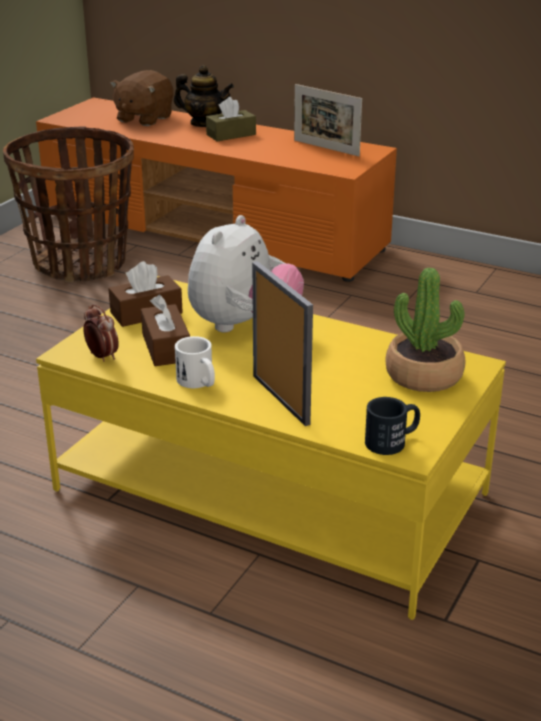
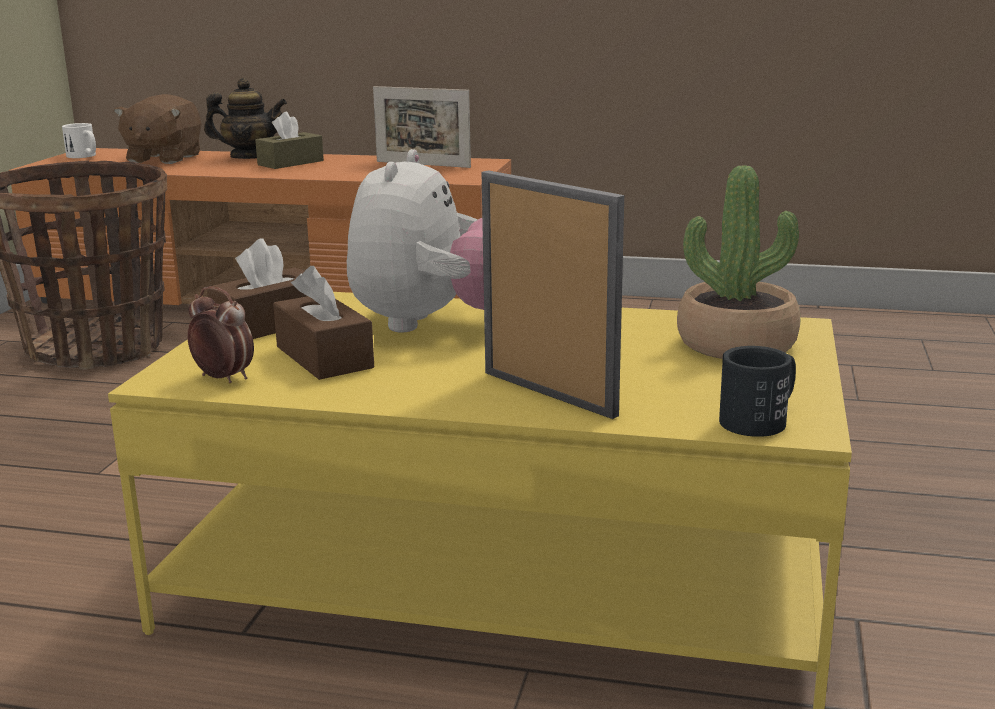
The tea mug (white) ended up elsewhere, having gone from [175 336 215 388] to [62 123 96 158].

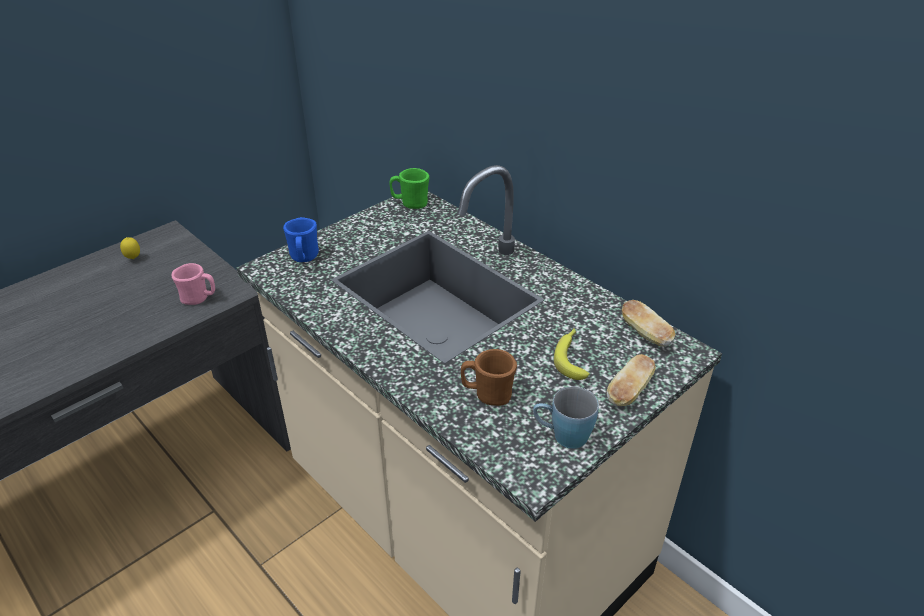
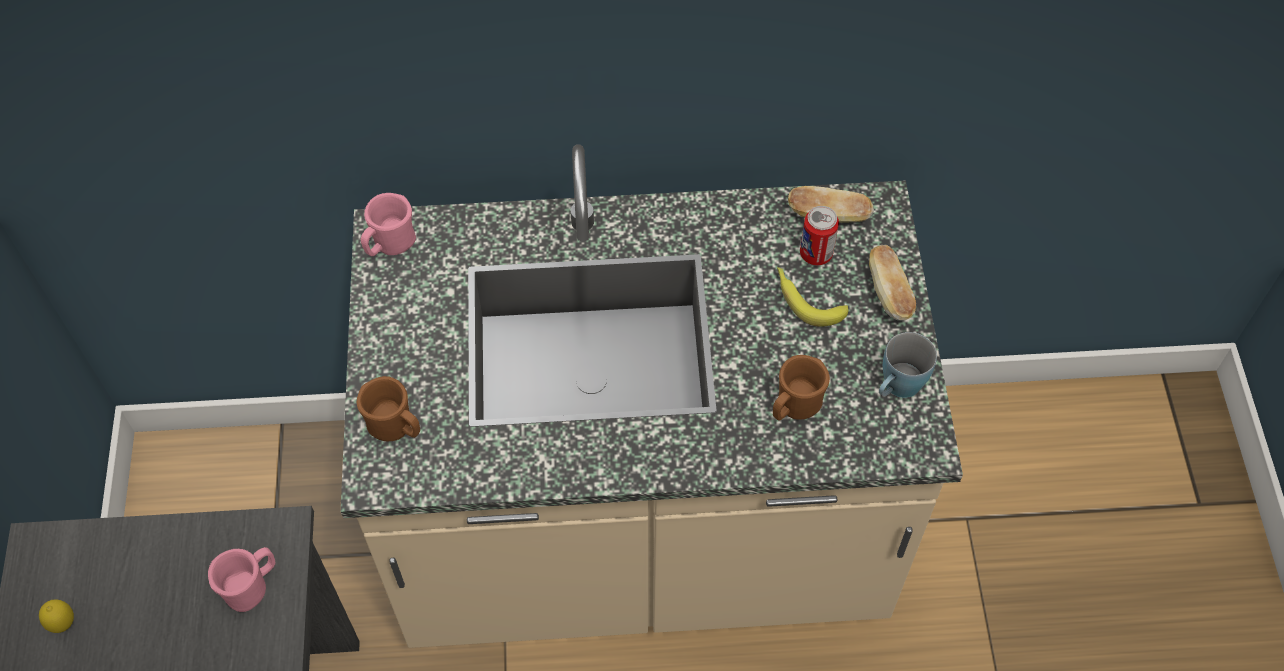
What was the tea mug (blue-coloured) at [283 217 319 262] turned into the tea mug (brown-coloured) at [357 376 420 442].
What was the tea mug (greenish) at [390 168 429 209] turned into the tea mug (pinkish) at [361 193 416 256].
The second view gained the can at [800 206 839 265].

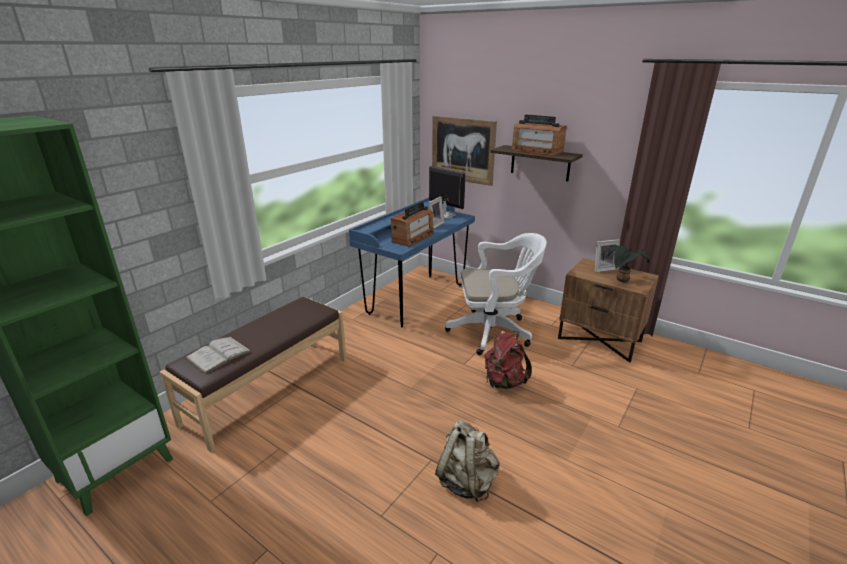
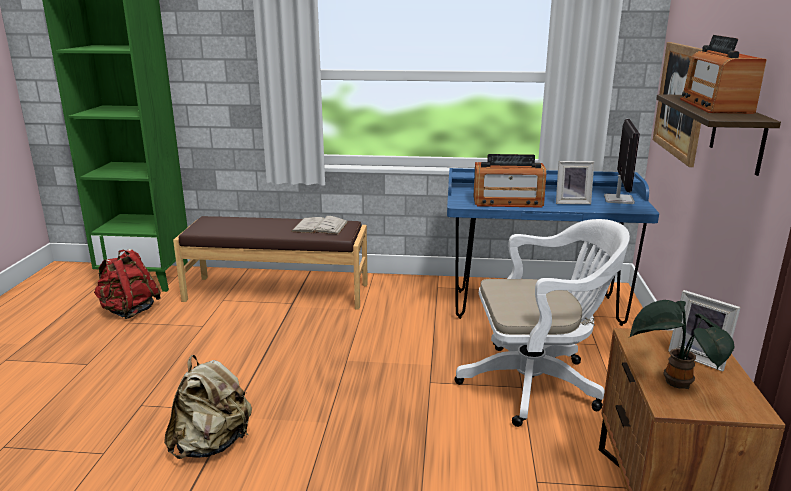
The bound book (white) ended up elsewhere, having gone from [185 337 252 375] to [291 216 348 235].
The desk chair (white) at [445 233 547 355] ended up facing another way, 60 degrees counterclockwise from before.
The knapsack (red) ended up elsewhere, having gone from [485 331 532 389] to [94 249 161 319].

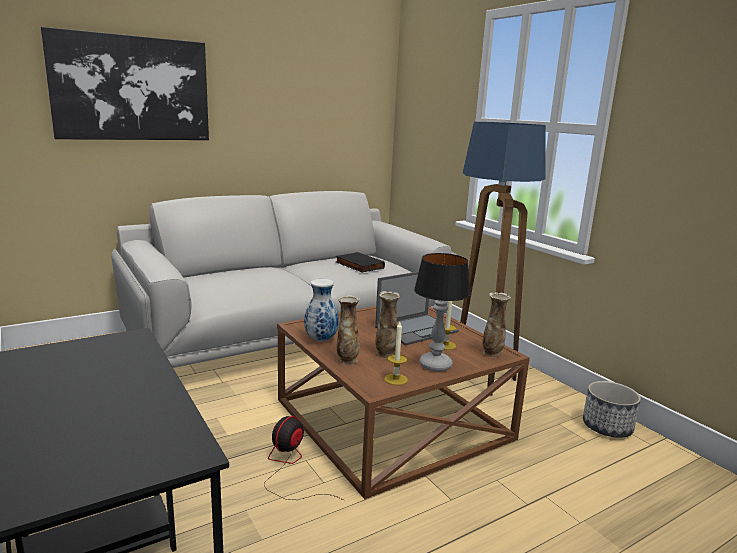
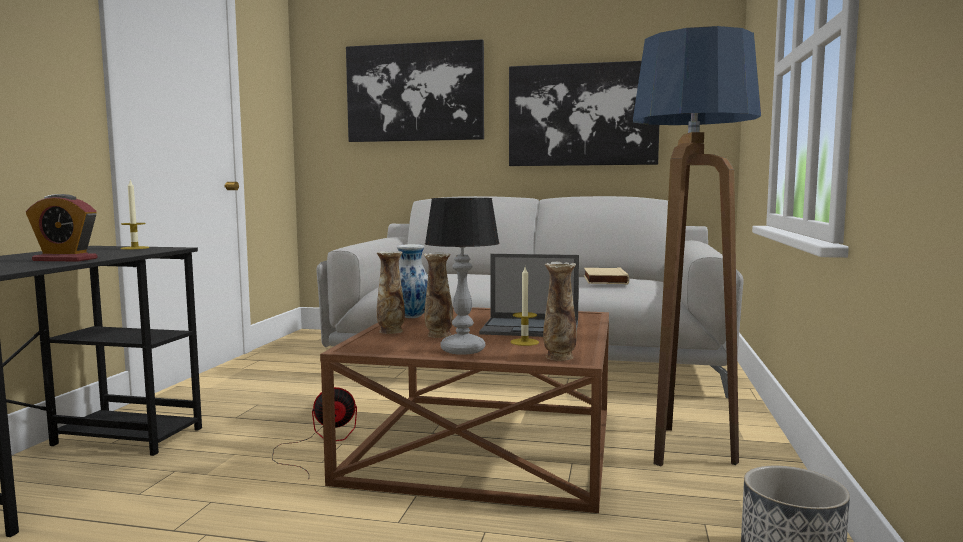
What was the bound book (black) at [336 252 385 272] turned into the bound book (beige) at [584 267 629 284].
The wax light ended up elsewhere, having gone from [384 322 408 385] to [121 181 149 250].
The second view gained the bedside clock at [26 194 98 262].
The second view gained the wall picture at [509 61 659 166].

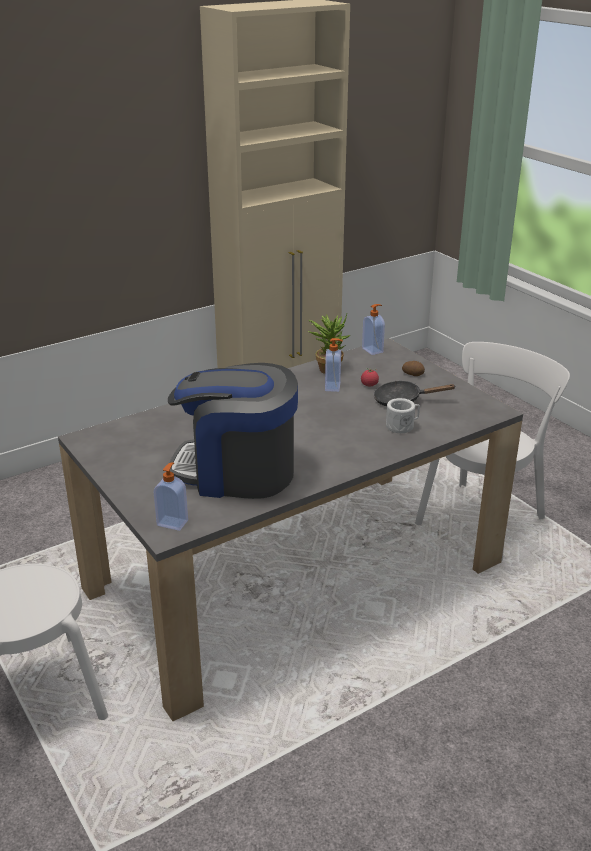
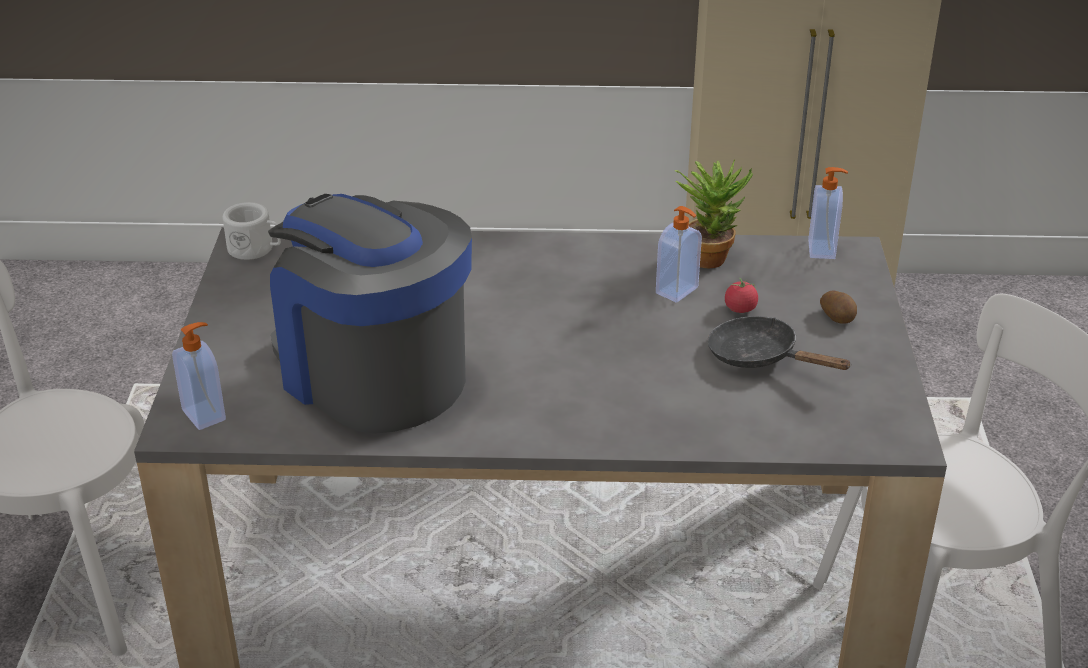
The tea mug (white) ended up elsewhere, having gone from [386 398 420 433] to [223 202 281 260].

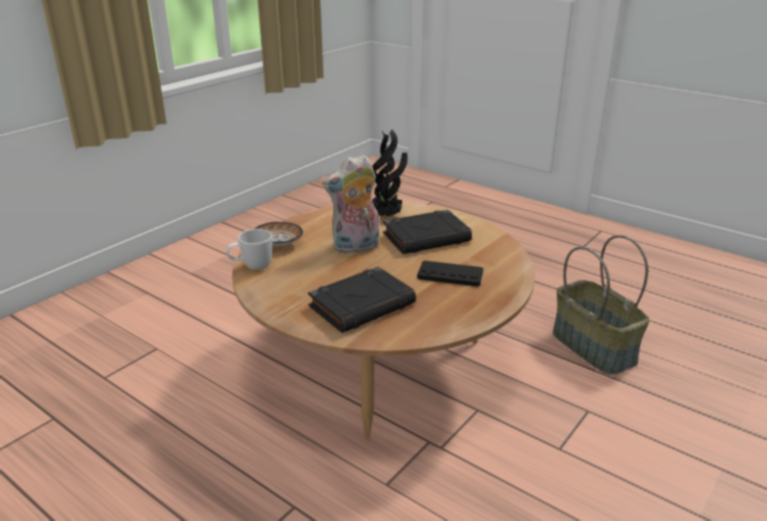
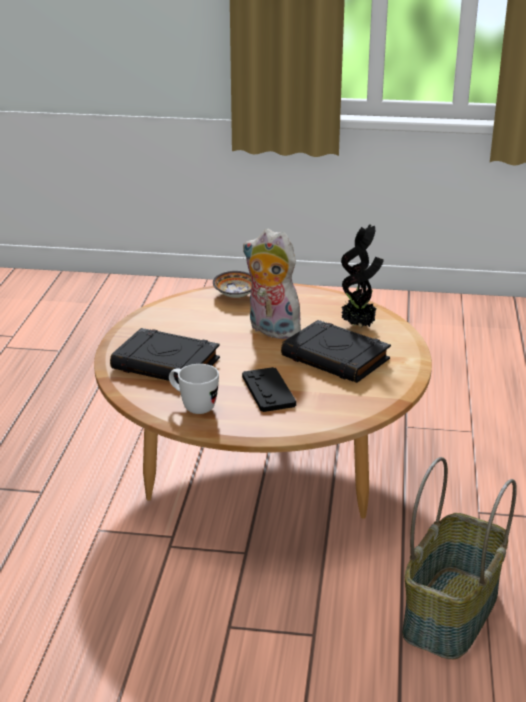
The tea mug (white) ended up elsewhere, having gone from [226 229 272 270] to [169 364 219 414].

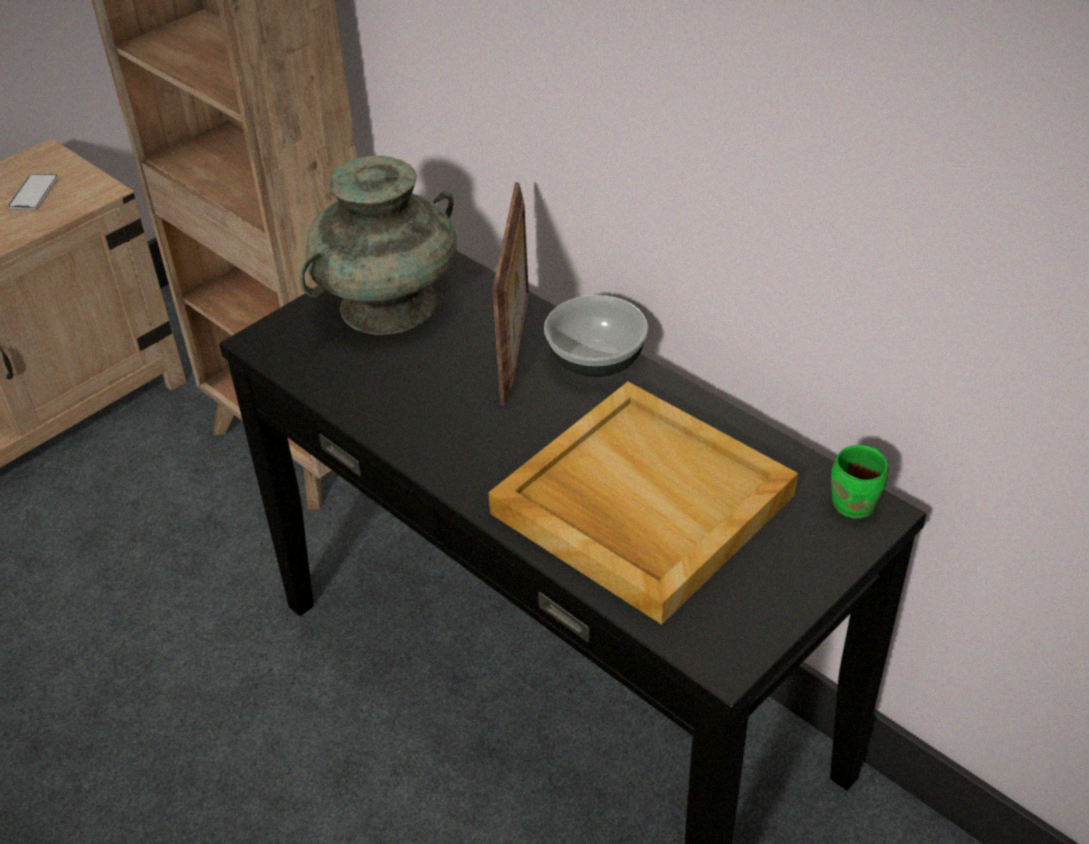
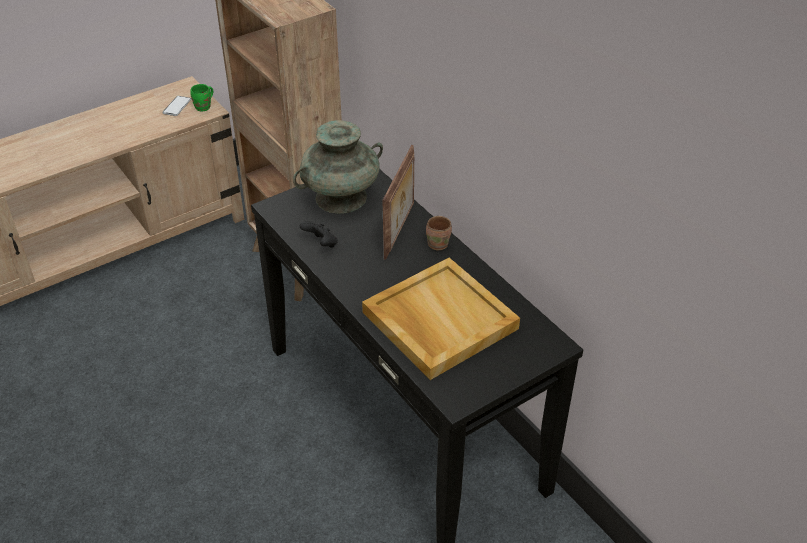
Where the deep dish stood at [544 295 648 377], the tea mug (brown-coloured) came to stand at [426 216 452 250].
The tea mug (greenish) ended up elsewhere, having gone from [831 445 889 519] to [190 84 213 111].
The second view gained the joypad (black) at [300 221 338 247].

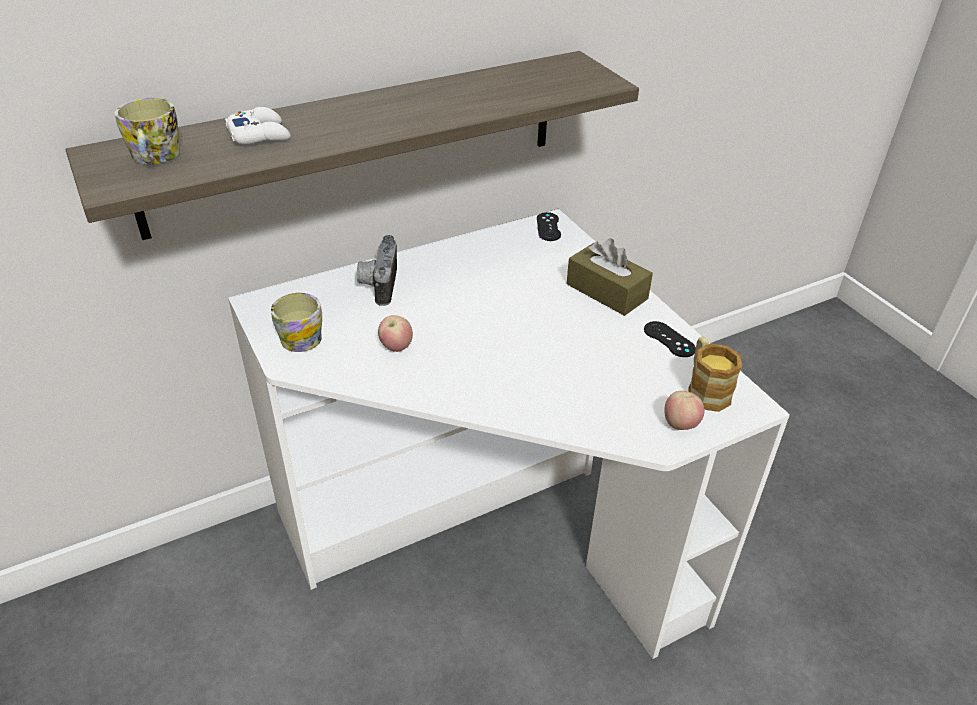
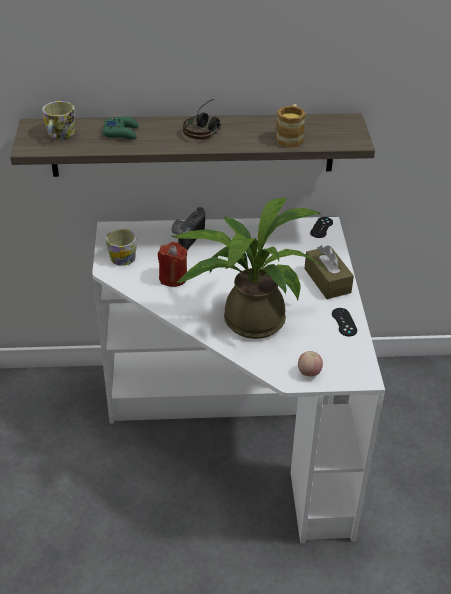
What was the joypad (white) at [225 107 291 144] turned into the joypad (greenish) at [103 116 139 139].
Where the apple stood at [378 315 413 352], the wax light (red) came to stand at [158 242 187 287].
The tea mug ended up elsewhere, having gone from [689 337 742 412] to [276 104 306 148].
The second view gained the houseplant at [172 198 325 339].
The second view gained the headphones at [183 99 221 140].

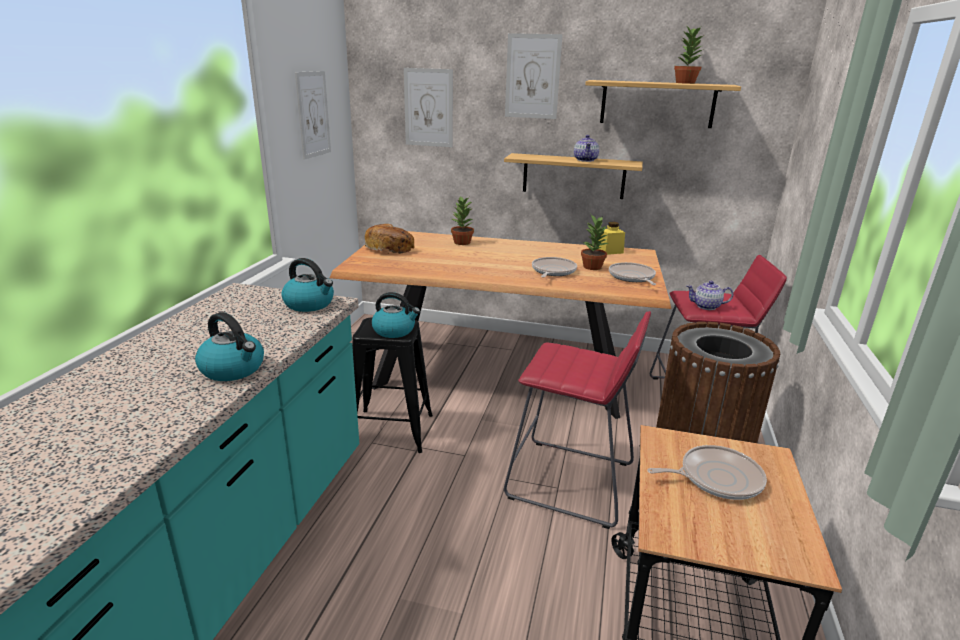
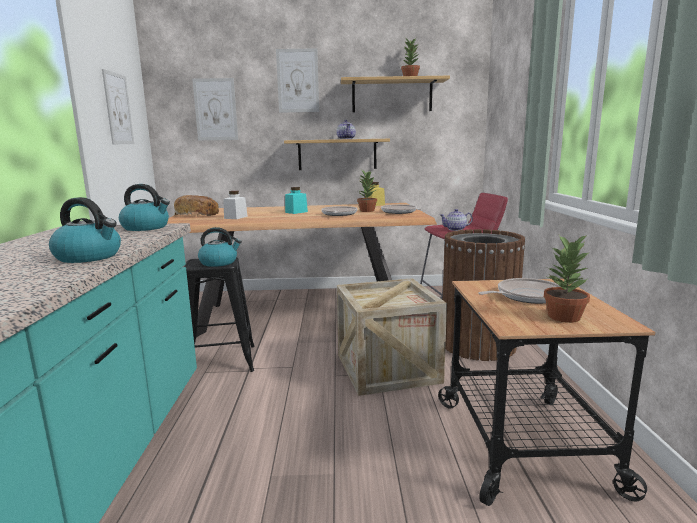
The houseplant ended up elsewhere, having gone from [450 196 474 245] to [544 234 590 323].
Where the sitting stool (red) stood at [504 311 651 529], the crate came to stand at [337 278 447 396].
The second view gained the storage jar (white) at [223 191 248 219].
The second view gained the storage jar (turquoise-coloured) at [285 187 308 214].

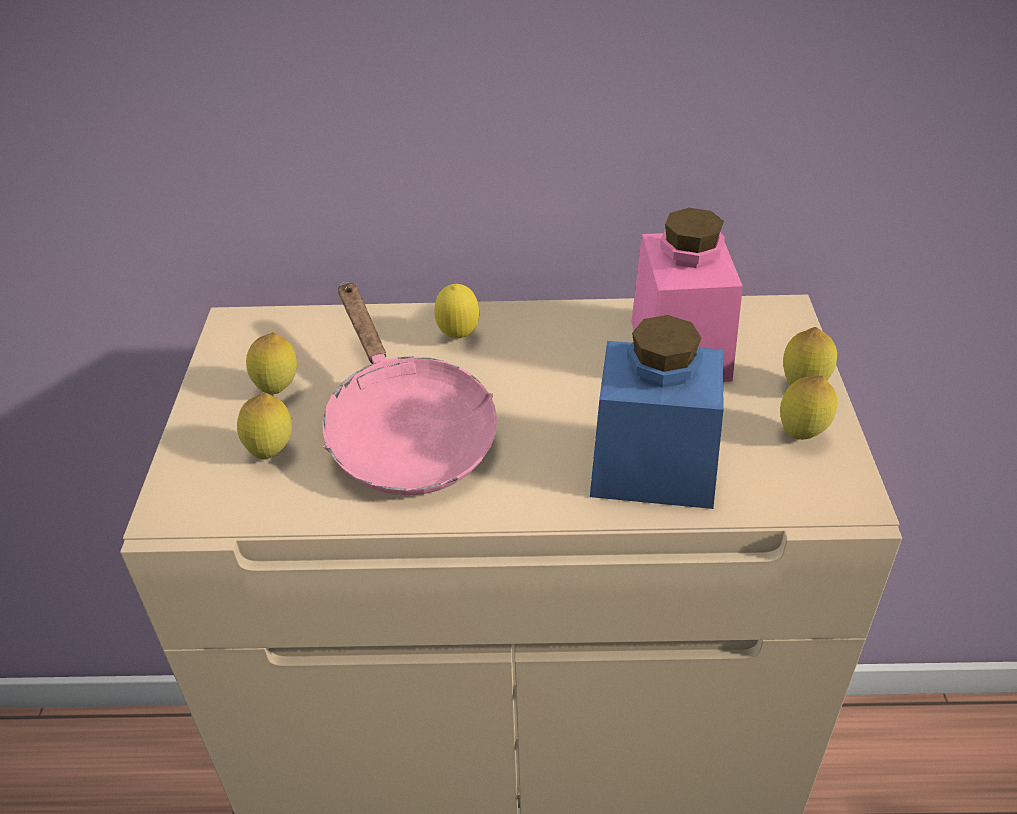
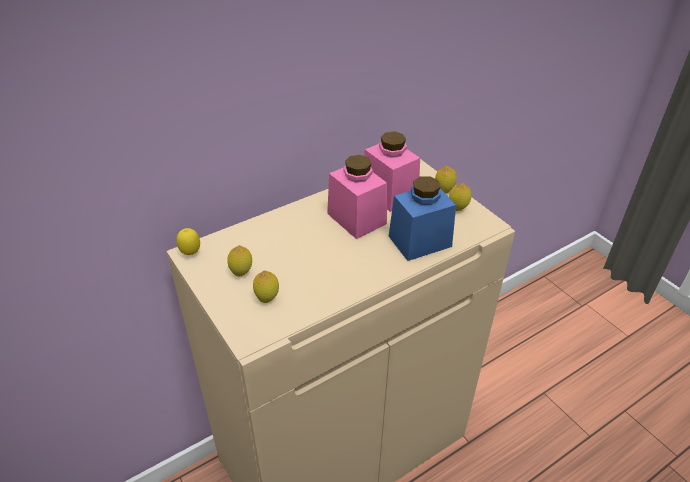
The second view lost the frying pan (pinkish) at [323 282 497 495].
The whole lemon ended up elsewhere, having gone from [434 284 479 339] to [177 228 200 255].
The second view gained the storage jar (pinkish) at [327 155 387 239].

